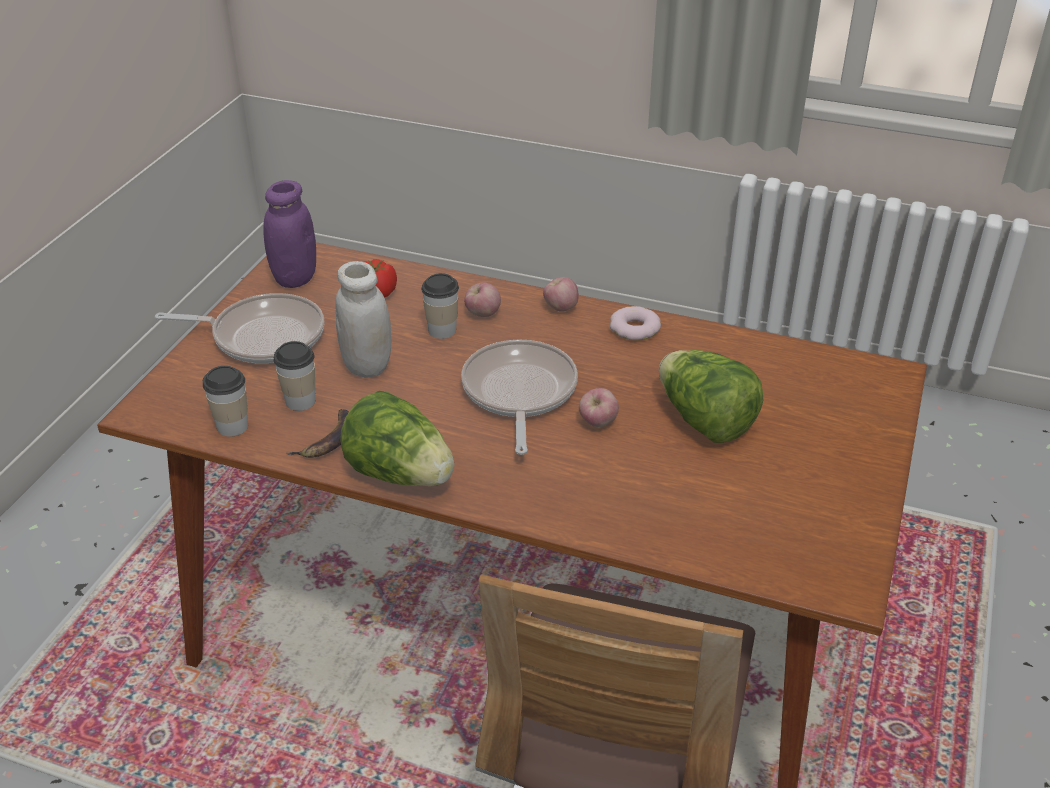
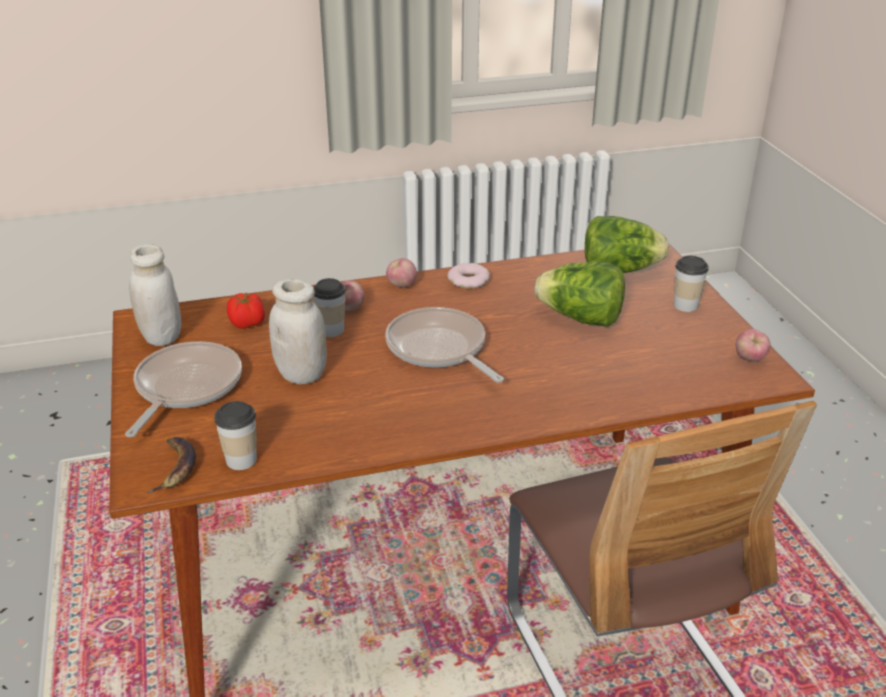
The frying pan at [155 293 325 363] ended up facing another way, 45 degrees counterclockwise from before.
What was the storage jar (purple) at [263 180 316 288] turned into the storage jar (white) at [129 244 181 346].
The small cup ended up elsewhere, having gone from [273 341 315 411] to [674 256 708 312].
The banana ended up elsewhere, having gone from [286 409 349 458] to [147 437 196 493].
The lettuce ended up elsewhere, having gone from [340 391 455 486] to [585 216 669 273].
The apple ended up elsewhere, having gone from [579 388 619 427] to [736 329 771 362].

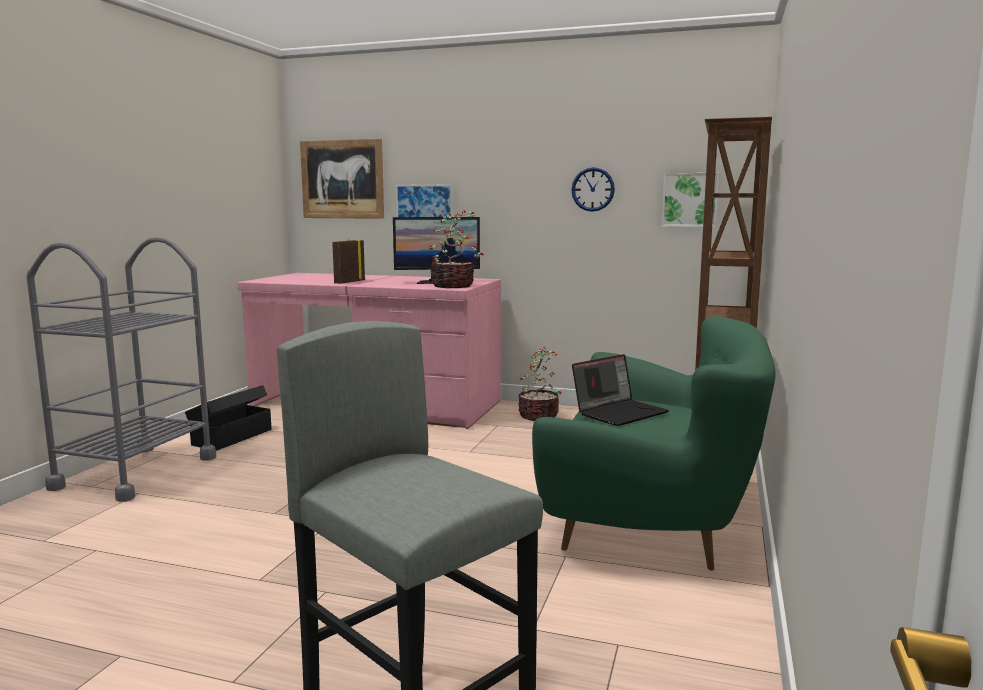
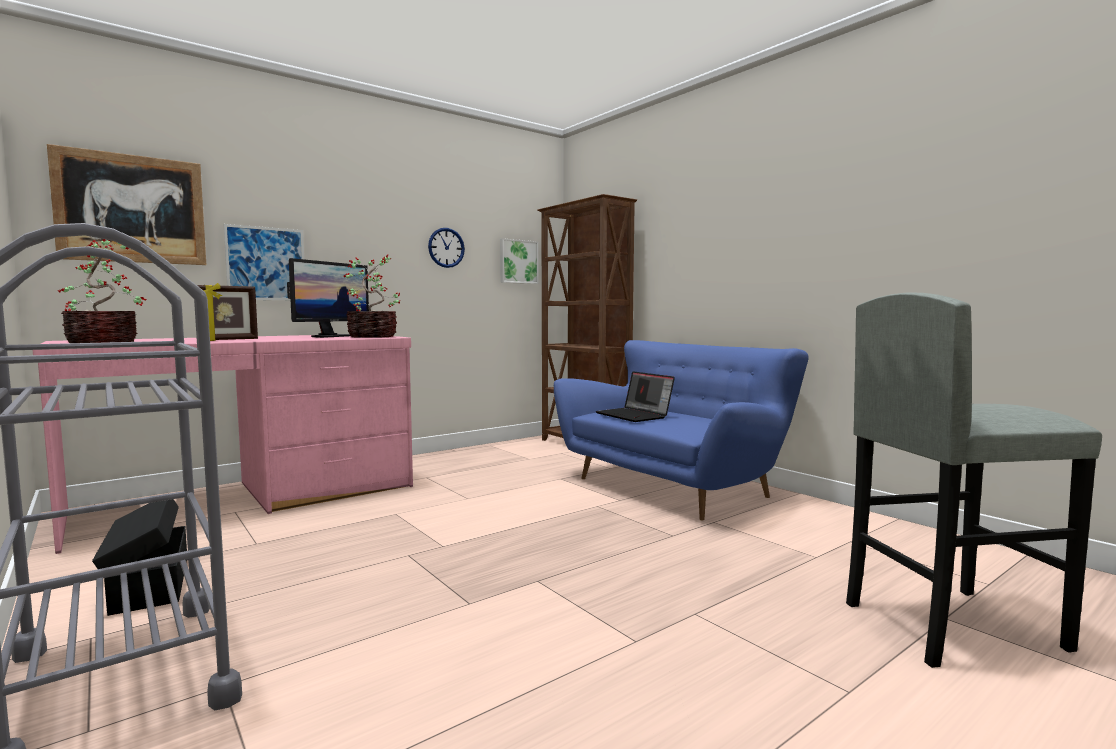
The standing frame at [332 239 365 284] ended up facing another way, 105 degrees counterclockwise from before.
The houseplant ended up elsewhere, having gone from [518 347 562 421] to [58 239 147 343].
What was the settee (greenish) at [532 316 776 571] turned into the settee (blue-coloured) at [554 340 809 520].
The laptop at [572 354 669 426] ended up facing another way, 150 degrees clockwise from before.

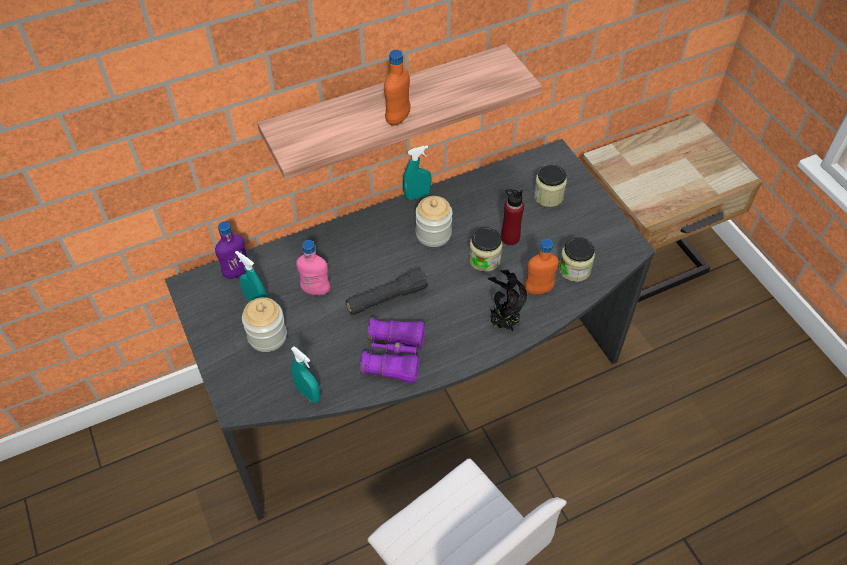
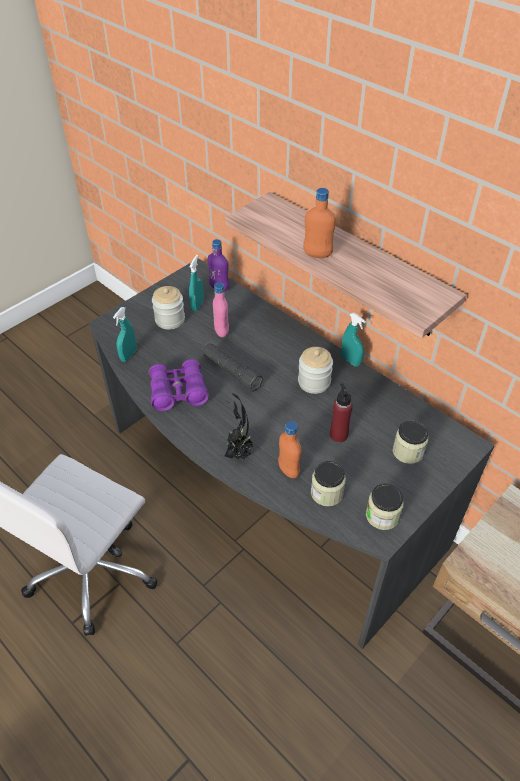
The storage jar ended up elsewhere, having gone from [469 227 503 272] to [366 483 404 530].

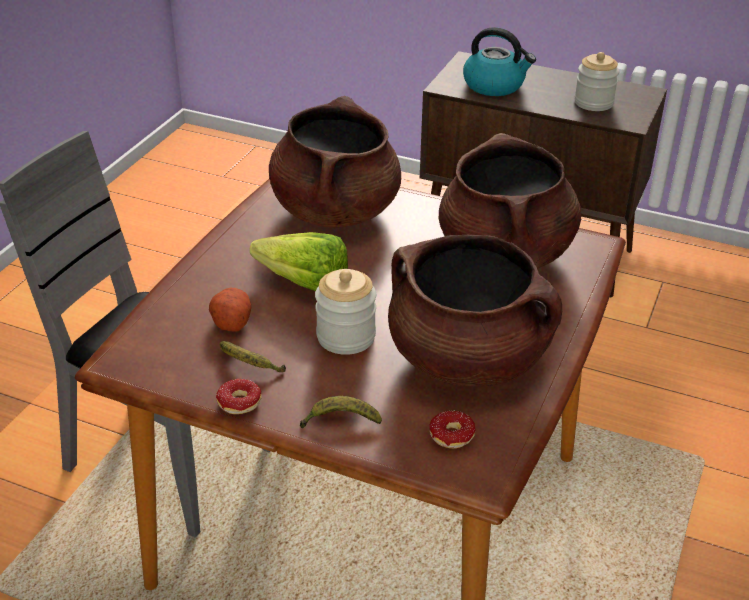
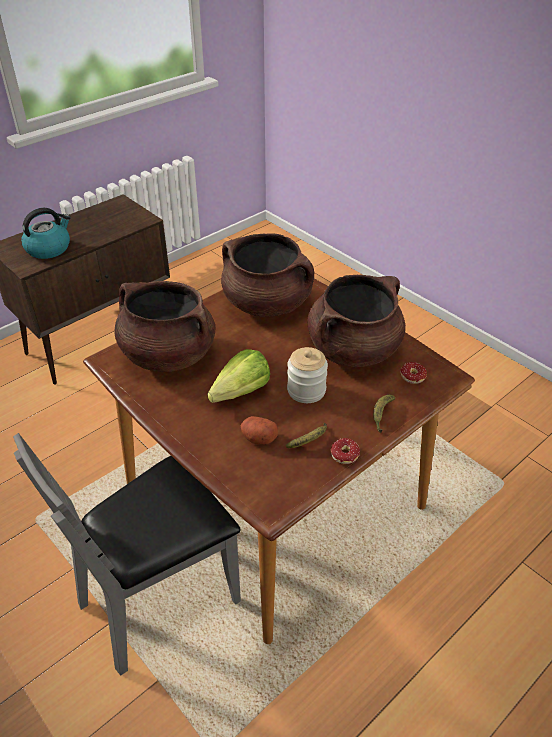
The second view lost the storage jar at [574 52 619 111].

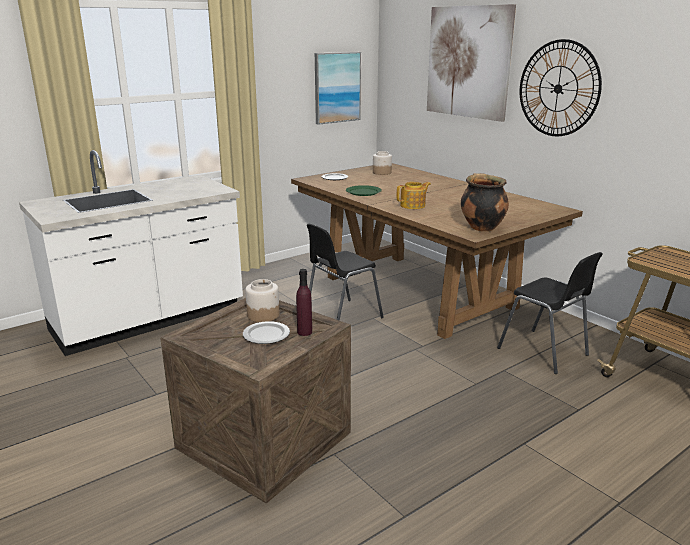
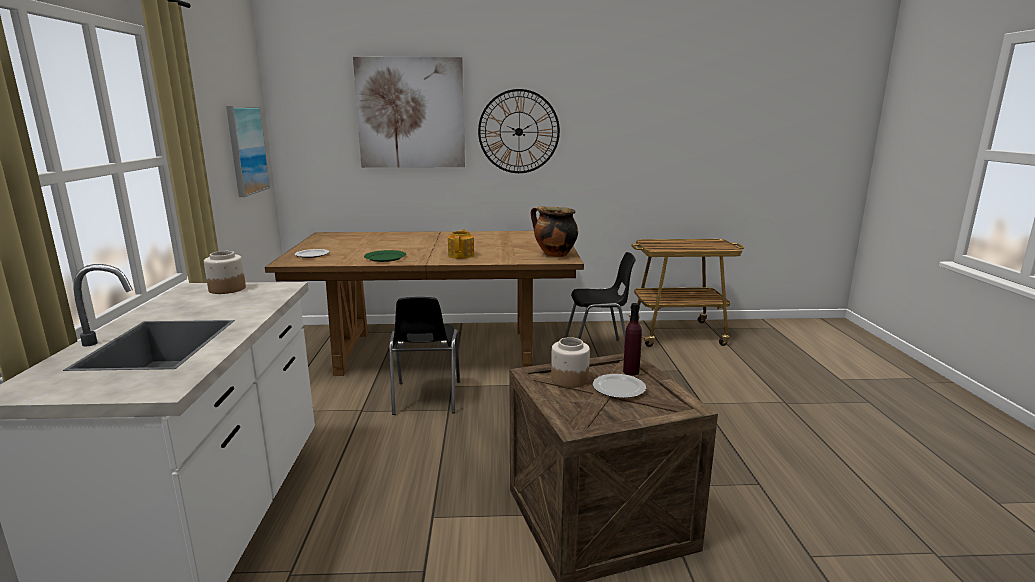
The storage jar ended up elsewhere, having gone from [373 151 392 175] to [204 251 246 294].

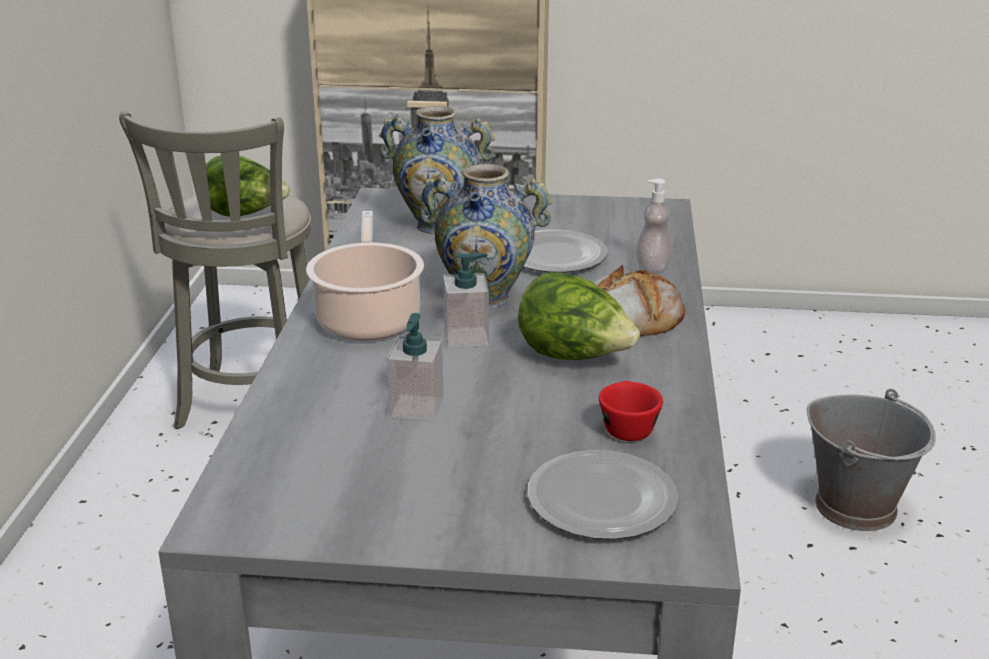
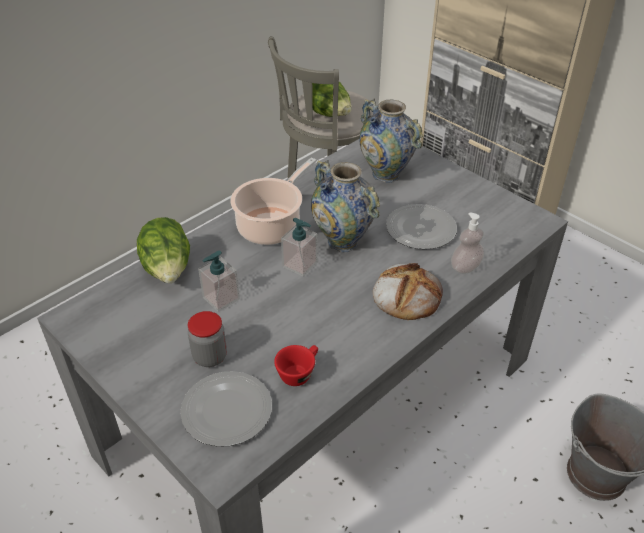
The lettuce ended up elsewhere, having gone from [518 272 640 360] to [137 217 190 283].
The second view gained the storage jar at [188 311 227 367].

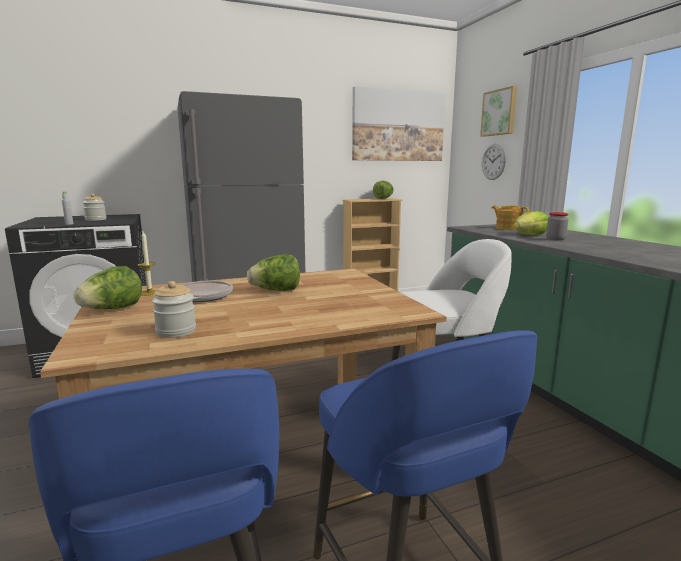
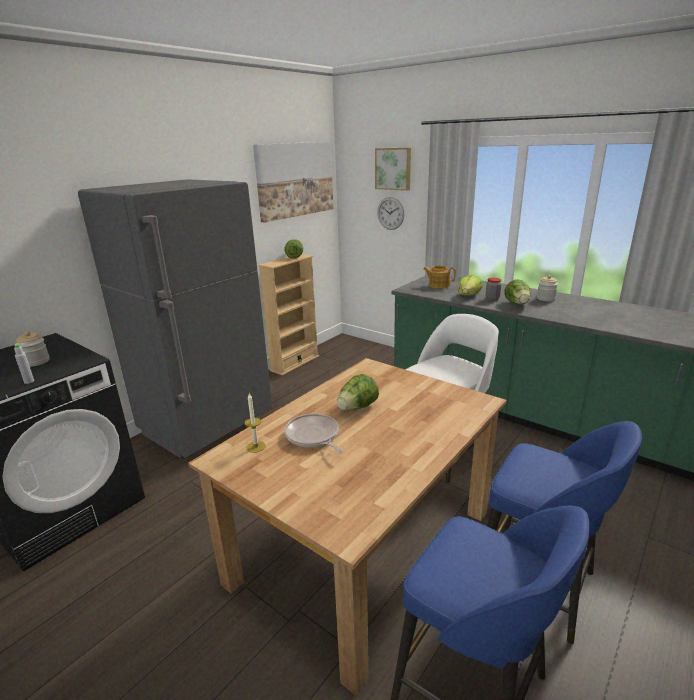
The lettuce ended up elsewhere, having gone from [73 266 142 309] to [504 279 531 305].
The storage jar ended up elsewhere, having gone from [152 281 196 338] to [537 275 558 301].

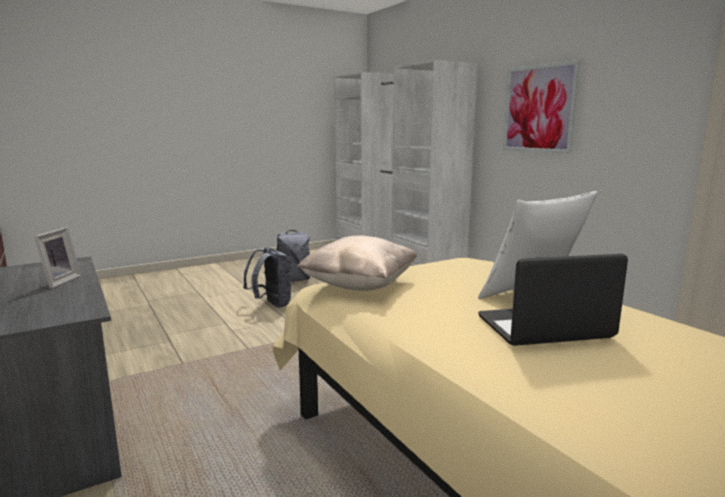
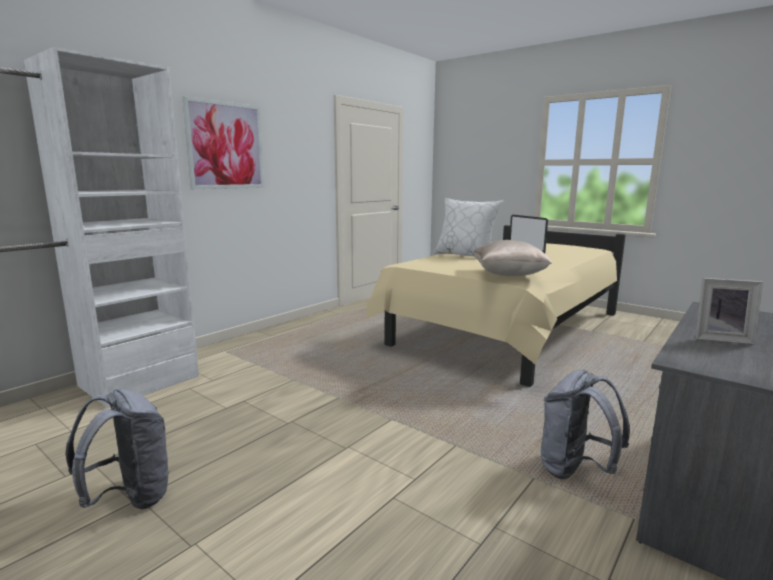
The standing frame at [34 227 81 289] ended up facing another way, 150 degrees counterclockwise from before.
The knapsack (grey) ended up elsewhere, having gone from [243 247 292 307] to [541 370 630 479].

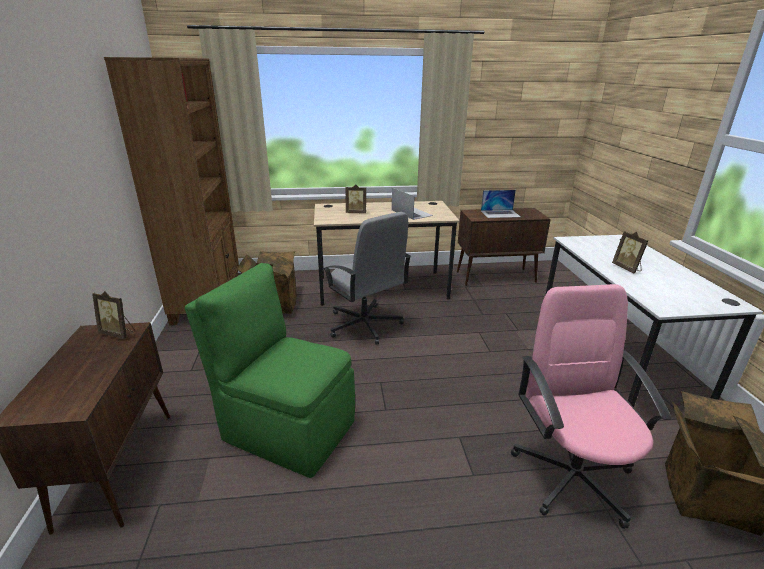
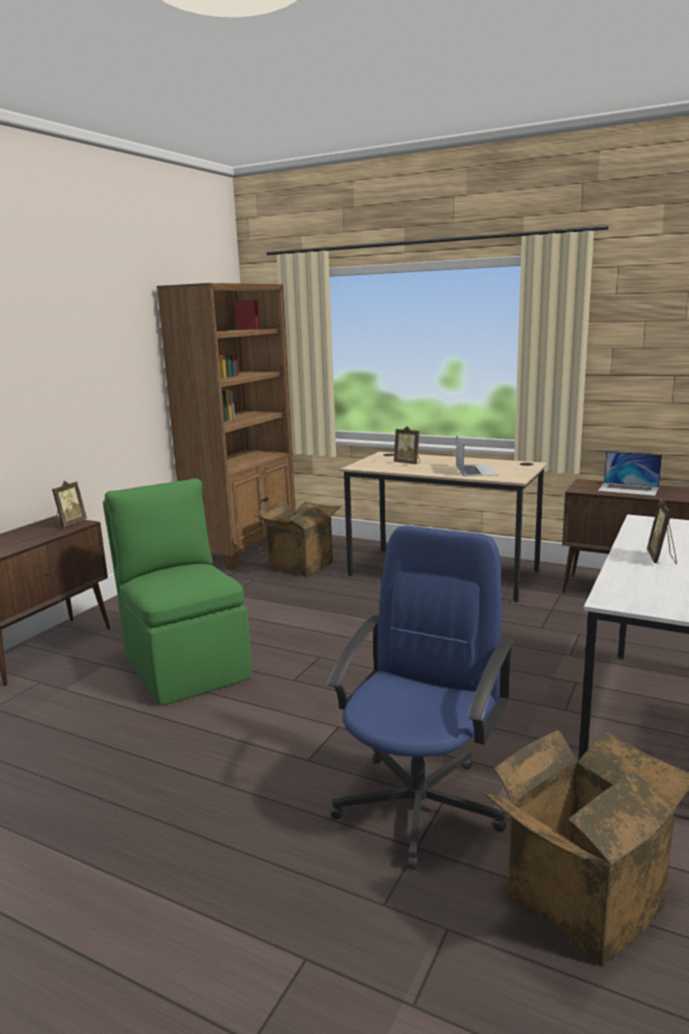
The standing frame at [92 291 135 339] ended up facing another way, 120 degrees counterclockwise from before.
The second view lost the desk chair (grey) at [323 212 411 345].
What was the desk chair (pinkish) at [511 284 672 529] turned into the desk chair (blue-coloured) at [327 525 515 870].

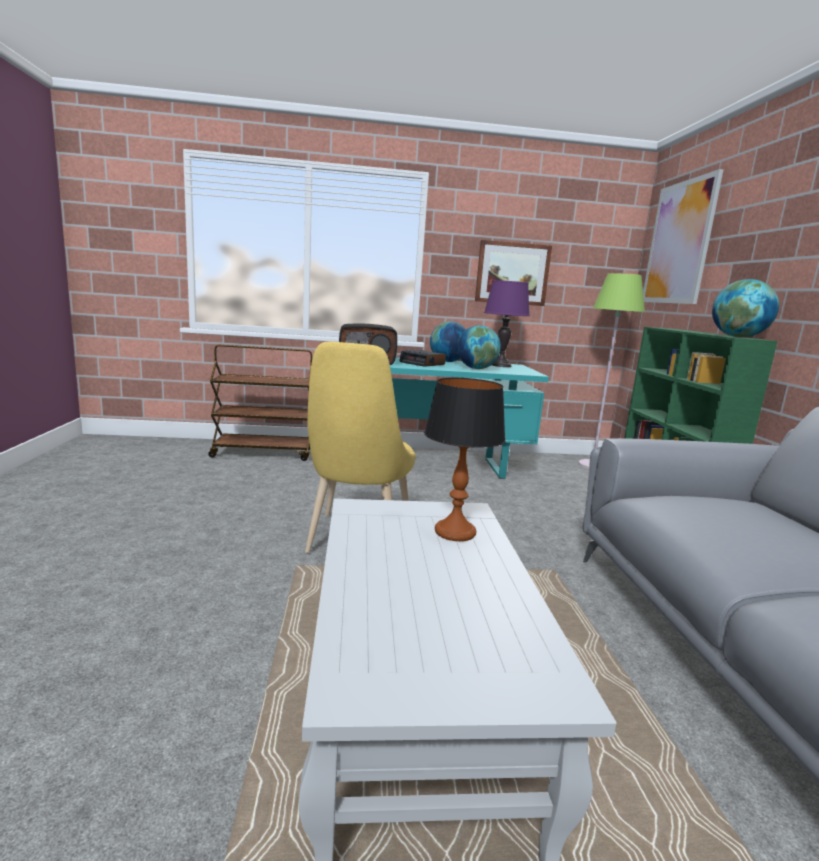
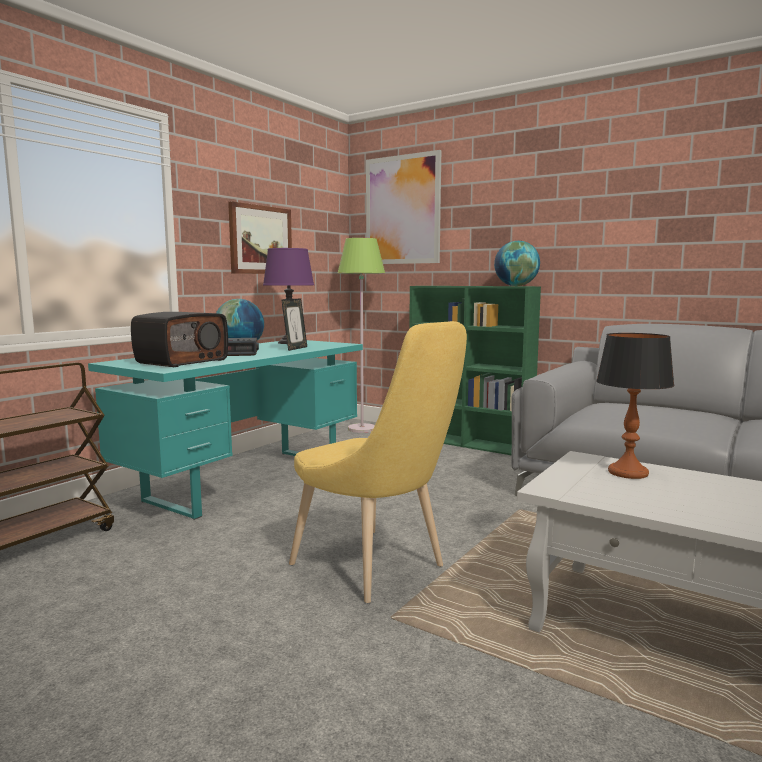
Where the desk globe stood at [457 325 501 369], the standing frame came to stand at [281 298 307 351].

